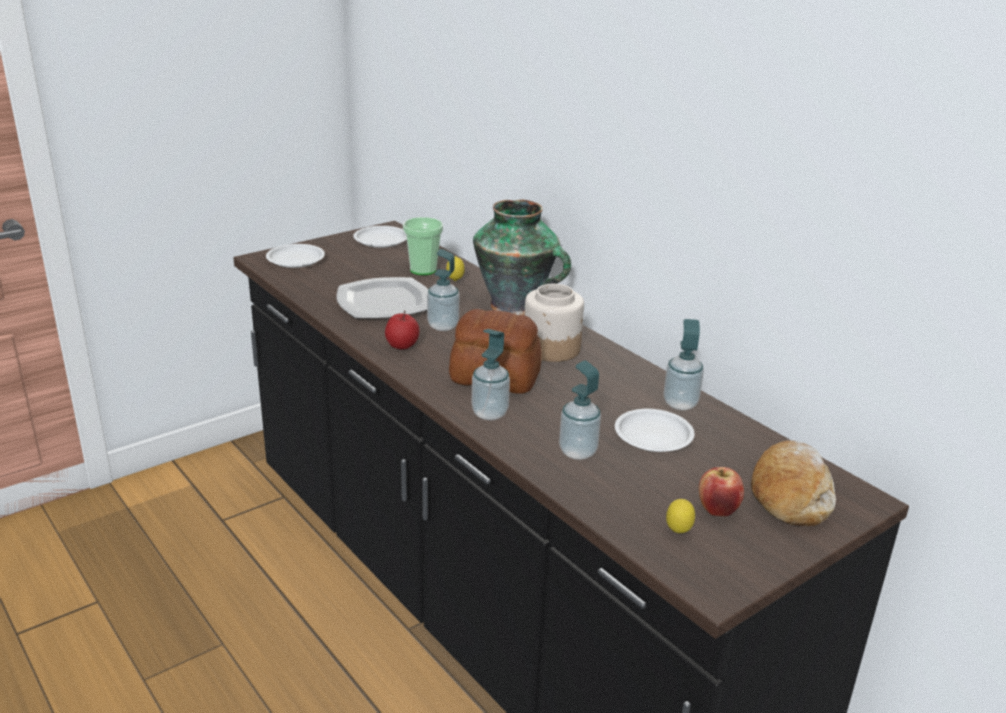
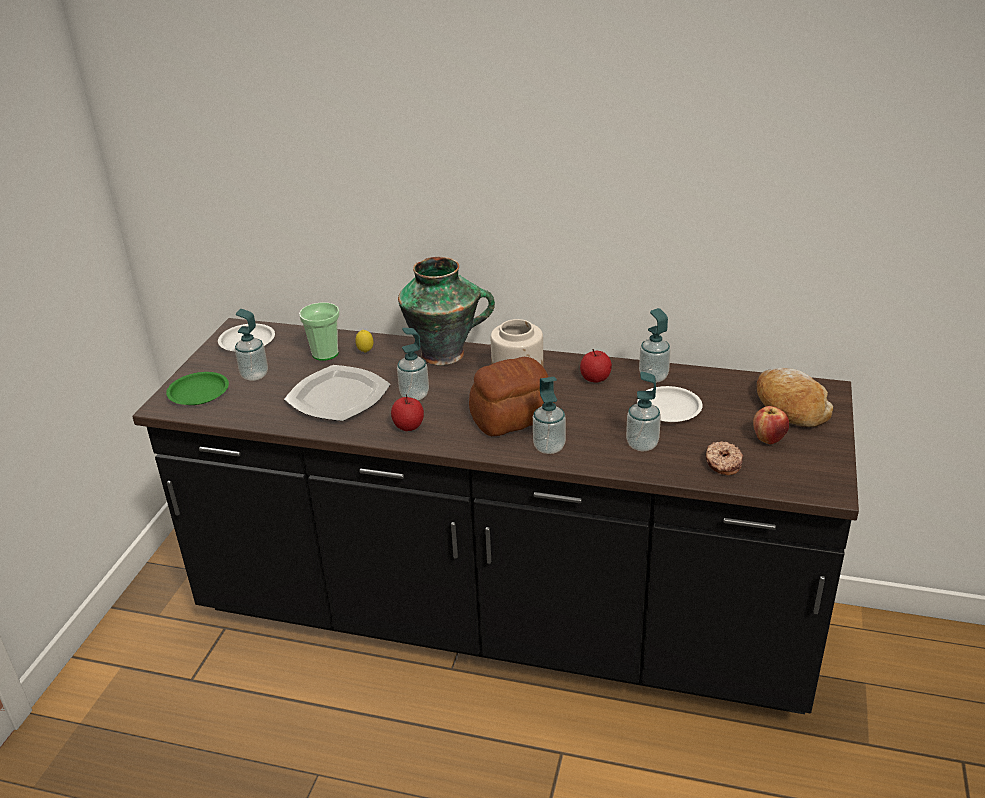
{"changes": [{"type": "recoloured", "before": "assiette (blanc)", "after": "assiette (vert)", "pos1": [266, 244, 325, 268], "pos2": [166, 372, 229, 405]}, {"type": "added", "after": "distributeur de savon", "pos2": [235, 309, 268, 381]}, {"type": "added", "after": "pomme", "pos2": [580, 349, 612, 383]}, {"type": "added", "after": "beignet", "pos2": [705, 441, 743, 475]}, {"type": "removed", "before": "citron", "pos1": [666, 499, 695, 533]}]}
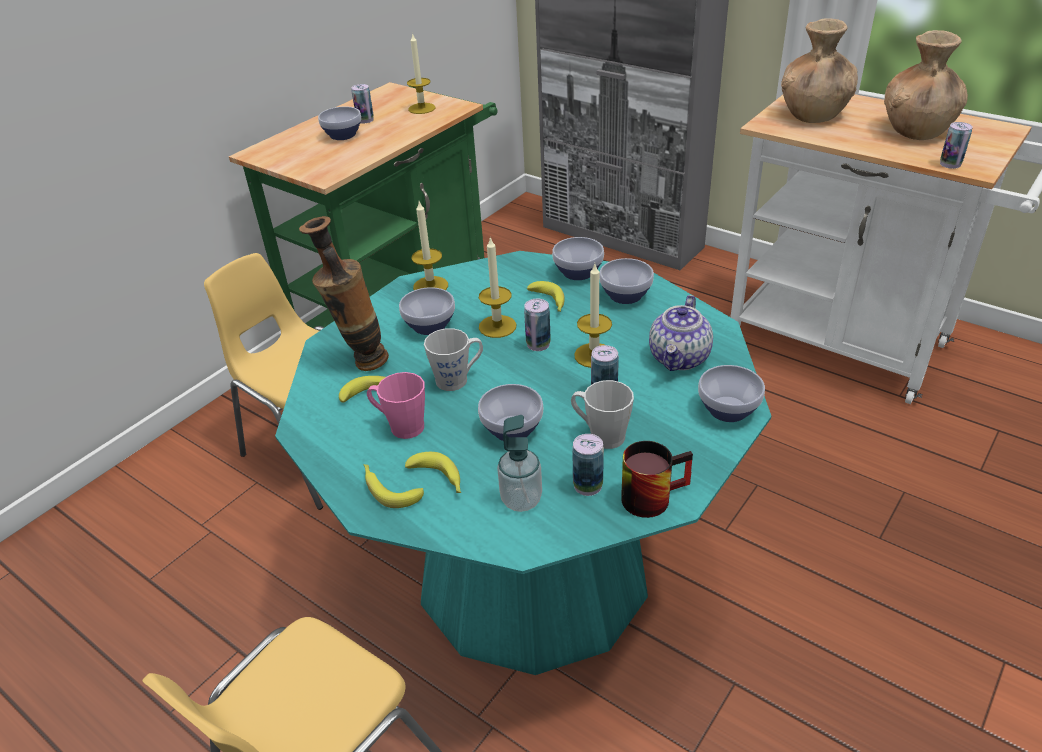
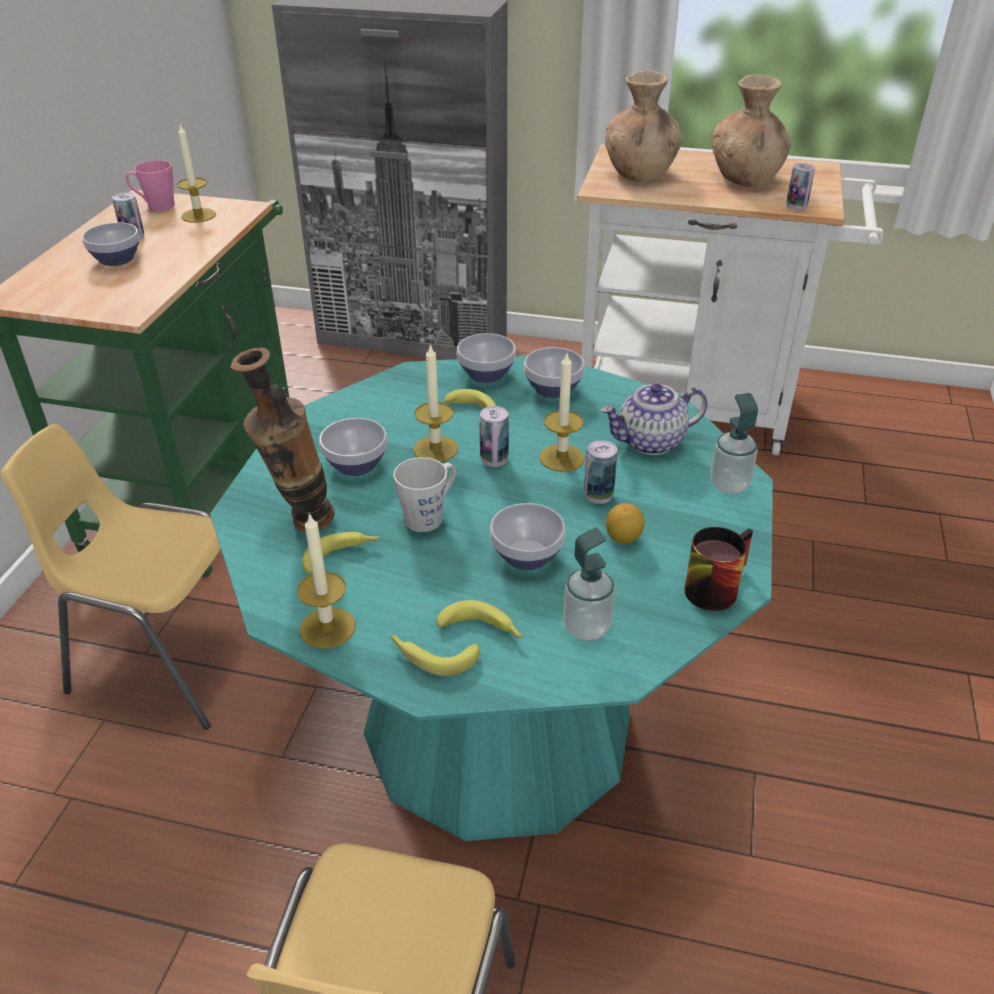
{"changes": [{"type": "moved", "before": "mug (rose)", "pos1": [367, 372, 425, 439], "pos2": [125, 160, 175, 211]}, {"type": "moved", "before": "bougie", "pos1": [412, 201, 448, 290], "pos2": [297, 513, 356, 649]}, {"type": "turned", "before": "théière", "pos1": [649, 295, 713, 371], "pos2": [601, 383, 707, 455], "turn": 75}, {"type": "replaced", "before": "mug (gris)", "after": "citron", "pos1": [571, 380, 634, 449], "pos2": [606, 503, 645, 544]}, {"type": "replaced", "before": "bol", "after": "distributeur de savon", "pos1": [698, 365, 765, 422], "pos2": [710, 393, 758, 493]}, {"type": "removed", "before": "boîte métallique", "pos1": [572, 434, 604, 496]}]}
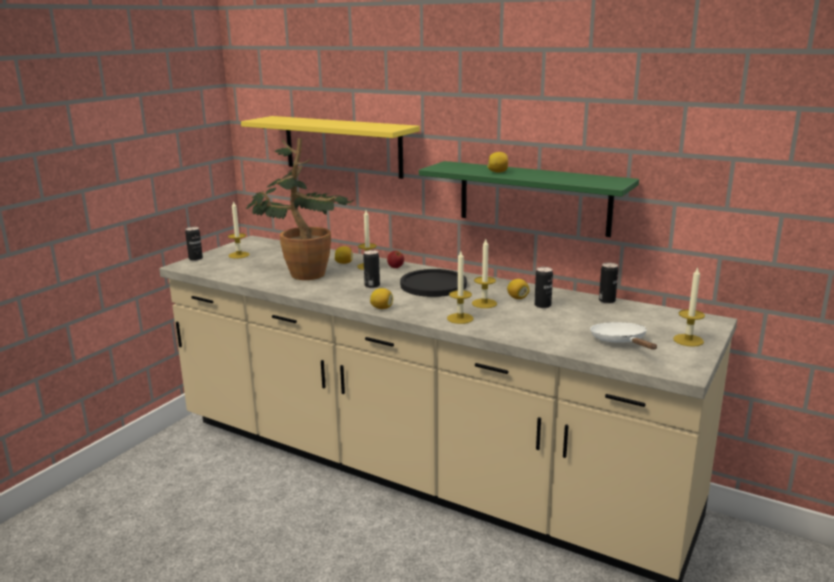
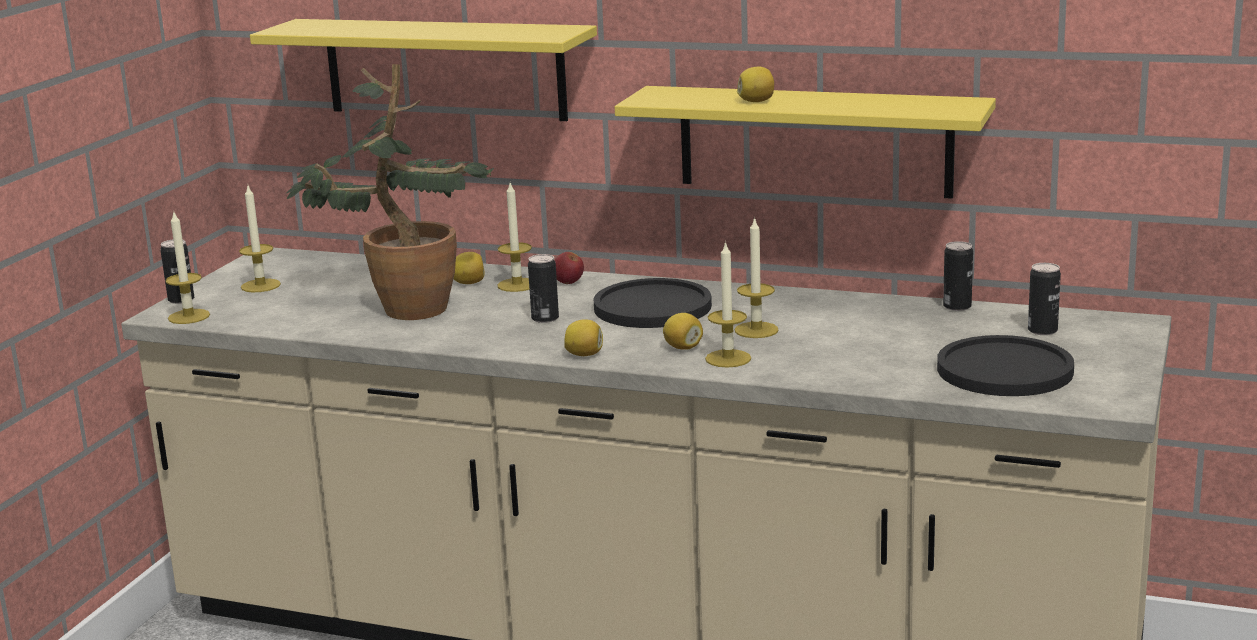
{"changes": [{"type": "moved", "before": "bougie", "pos1": [673, 266, 705, 347], "pos2": [165, 210, 210, 324]}, {"type": "recoloured", "before": "étagère (vert)", "after": "étagère (jaune)", "pos1": [419, 161, 639, 237], "pos2": [615, 86, 996, 199]}, {"type": "moved", "before": "citron", "pos1": [507, 279, 529, 299], "pos2": [663, 313, 703, 350]}, {"type": "replaced", "before": "poêle (blanc)", "after": "assiette (noir)", "pos1": [590, 322, 657, 350], "pos2": [937, 335, 1074, 396]}, {"type": "moved", "before": "boîte métallique", "pos1": [534, 267, 553, 308], "pos2": [1028, 263, 1061, 335]}]}
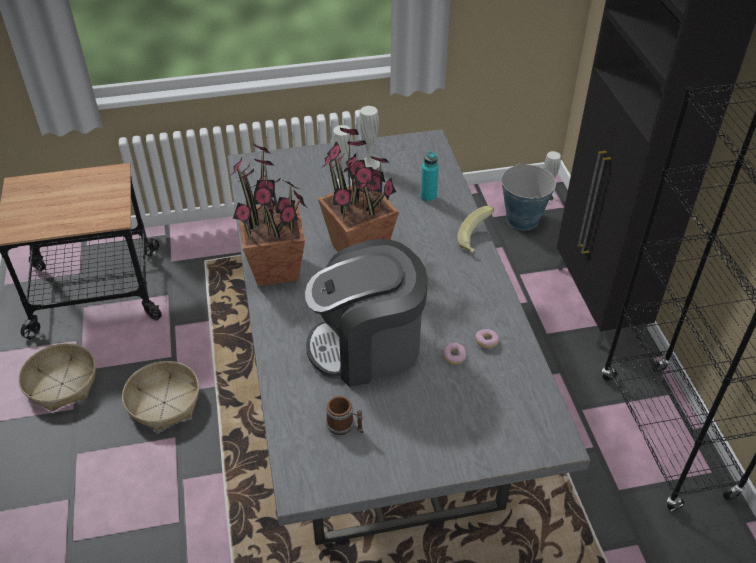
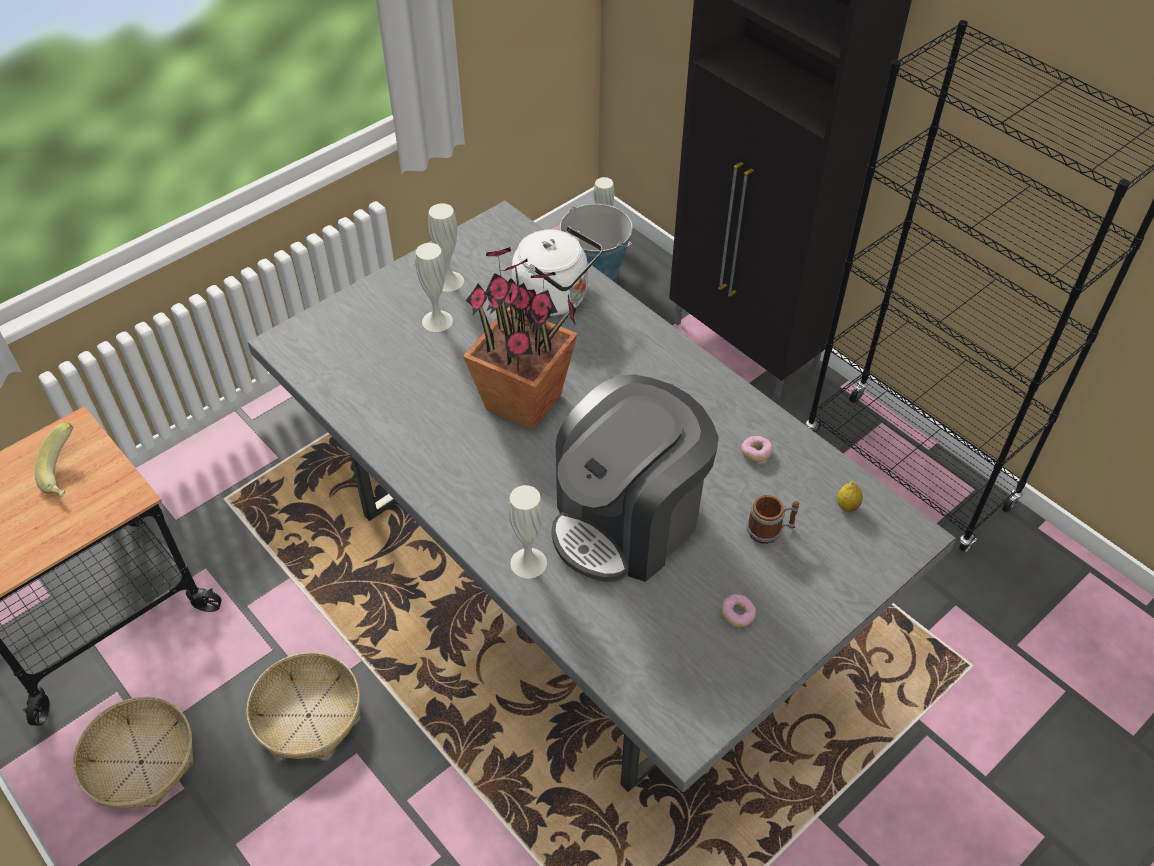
{"changes": [{"type": "moved", "before": "banane", "pos1": [457, 206, 494, 253], "pos2": [35, 423, 73, 497]}, {"type": "added", "after": "vase (blanc)", "pos2": [508, 485, 547, 578]}, {"type": "replaced", "before": "bouteille (turquoise)", "after": "bouilloire (blanc)", "pos1": [421, 151, 439, 202], "pos2": [512, 226, 602, 316]}, {"type": "moved", "before": "beignet", "pos1": [443, 343, 466, 365], "pos2": [721, 594, 756, 627]}, {"type": "moved", "before": "mug", "pos1": [326, 396, 364, 435], "pos2": [747, 495, 799, 544]}, {"type": "added", "after": "citron", "pos2": [837, 481, 863, 512]}, {"type": "removed", "before": "plante en pot", "pos1": [229, 143, 306, 286]}]}
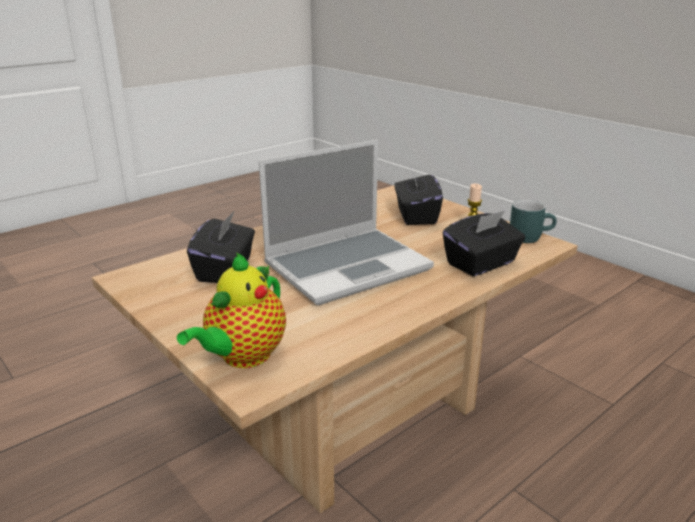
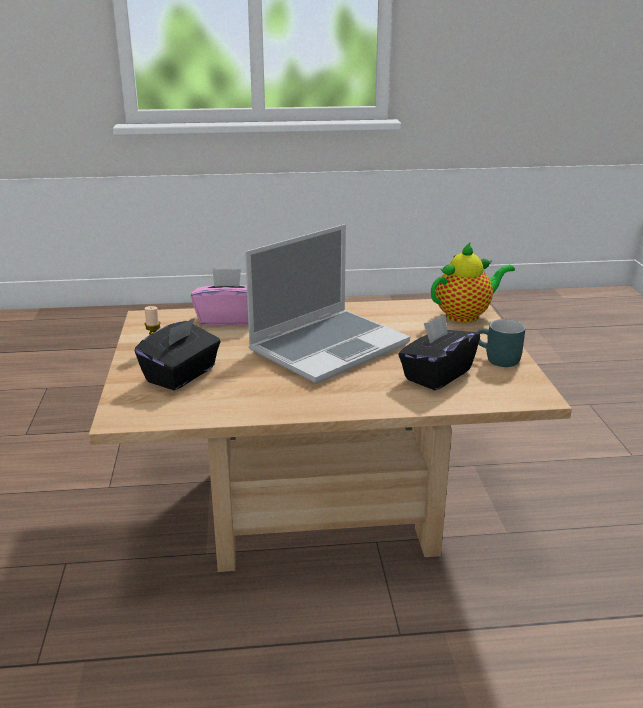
{"changes": [{"type": "recoloured", "before": "boîte à mouchoirs (noir)", "after": "boîte à mouchoirs (rose)", "pos1": [443, 210, 525, 276], "pos2": [191, 268, 248, 325]}, {"type": "turned", "before": "ordinateur portable", "pos1": [259, 140, 434, 306], "pos2": [245, 224, 410, 384], "turn": 135}, {"type": "moved", "before": "mug (turquoise)", "pos1": [510, 200, 557, 243], "pos2": [477, 319, 526, 367]}]}
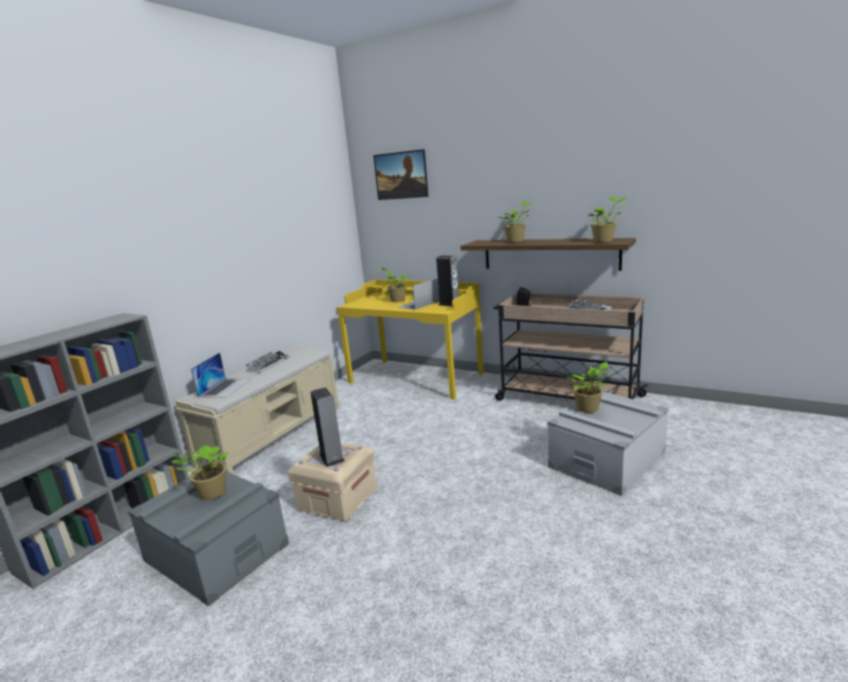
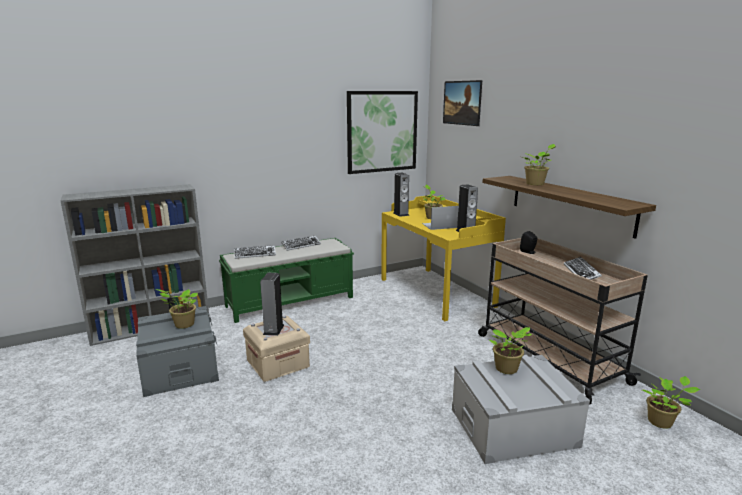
{"changes": [{"type": "recoloured", "before": "banc (beige)", "after": "banc (vert)", "pos1": [175, 347, 339, 474], "pos2": [219, 238, 354, 323]}, {"type": "replaced", "before": "ordinateur portable", "after": "clavier", "pos1": [191, 353, 251, 398], "pos2": [234, 245, 276, 259]}, {"type": "added", "after": "tableau", "pos2": [347, 91, 418, 174]}, {"type": "added", "after": "enceinte", "pos2": [393, 173, 409, 217]}, {"type": "moved", "before": "plante en pot", "pos1": [587, 197, 627, 243], "pos2": [642, 376, 701, 429]}]}
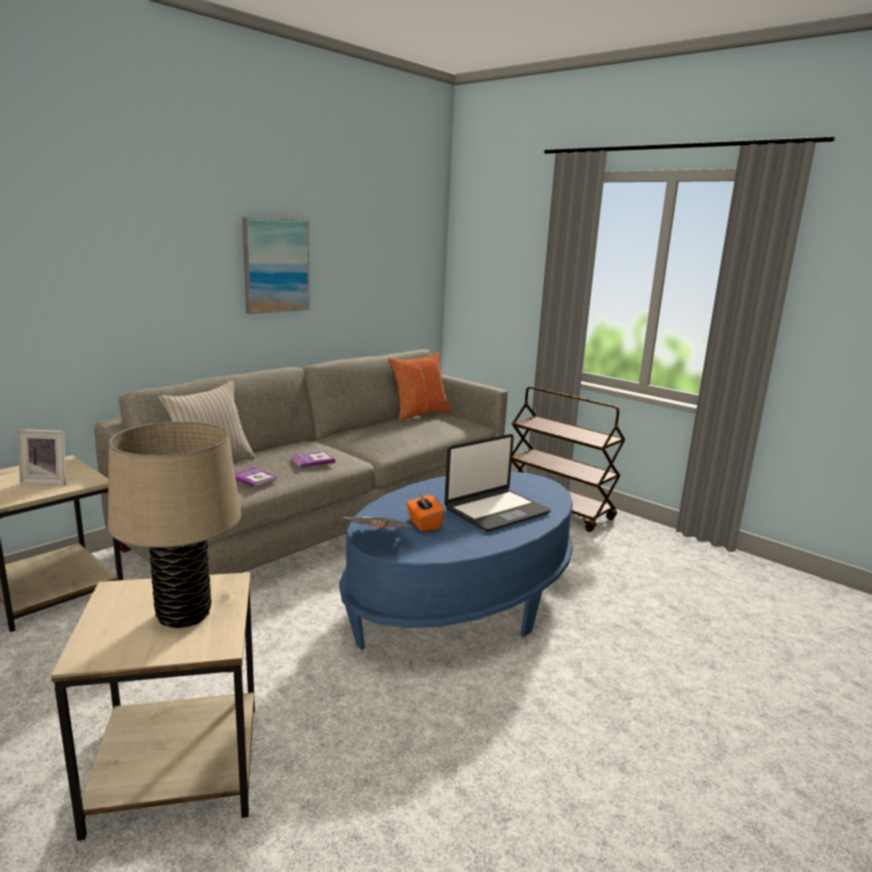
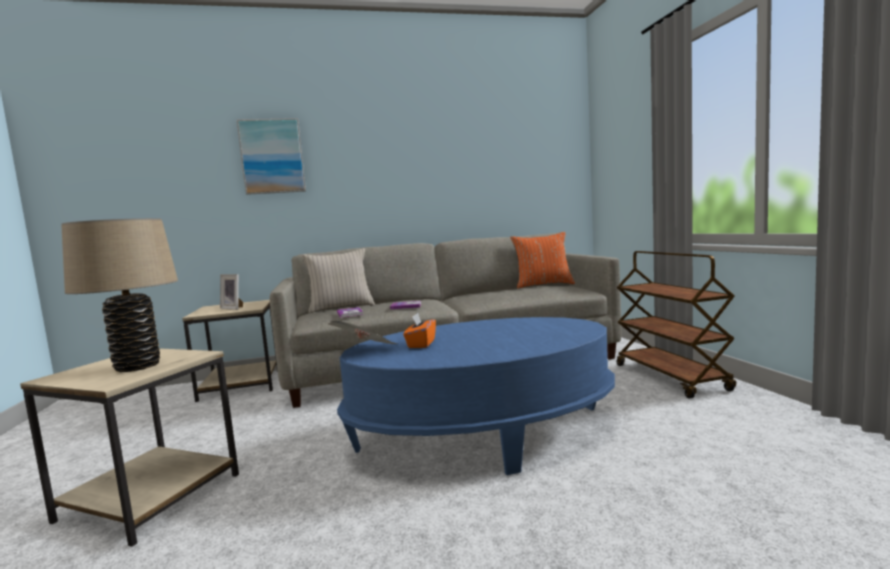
{"changes": [{"type": "moved", "before": "tableau", "pos1": [242, 217, 310, 314], "pos2": [236, 118, 306, 195]}, {"type": "removed", "before": "ordinateur portable", "pos1": [444, 434, 551, 531]}]}
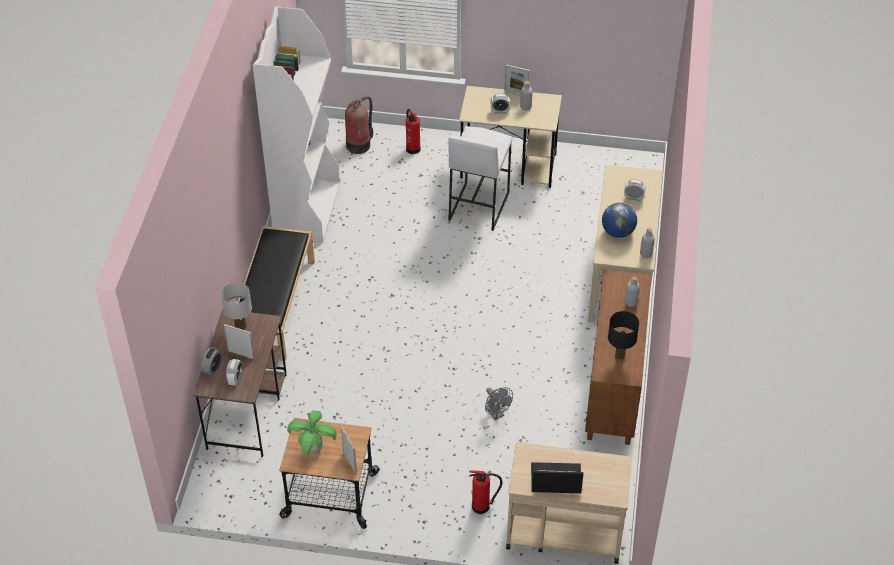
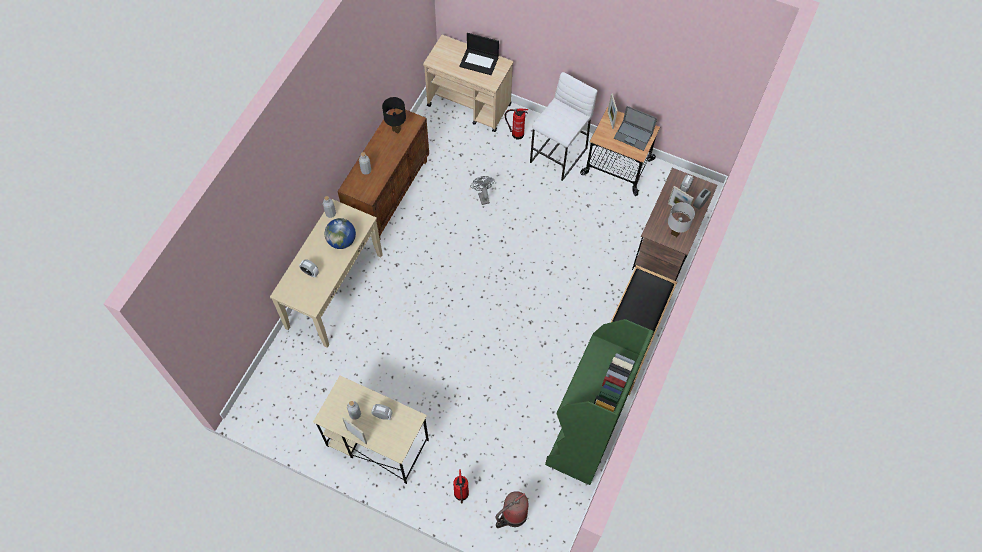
{"changes": [{"type": "moved", "before": "tabouret (blanc)", "pos1": [449, 126, 512, 231], "pos2": [530, 72, 597, 181]}, {"type": "recoloured", "before": "bibliothèque (blanc)", "after": "bibliothèque (vert)", "pos1": [253, 6, 340, 243], "pos2": [545, 319, 654, 485]}, {"type": "replaced", "before": "plante en pot", "after": "ordinateur portable", "pos1": [287, 410, 337, 456], "pos2": [614, 106, 657, 151]}]}
